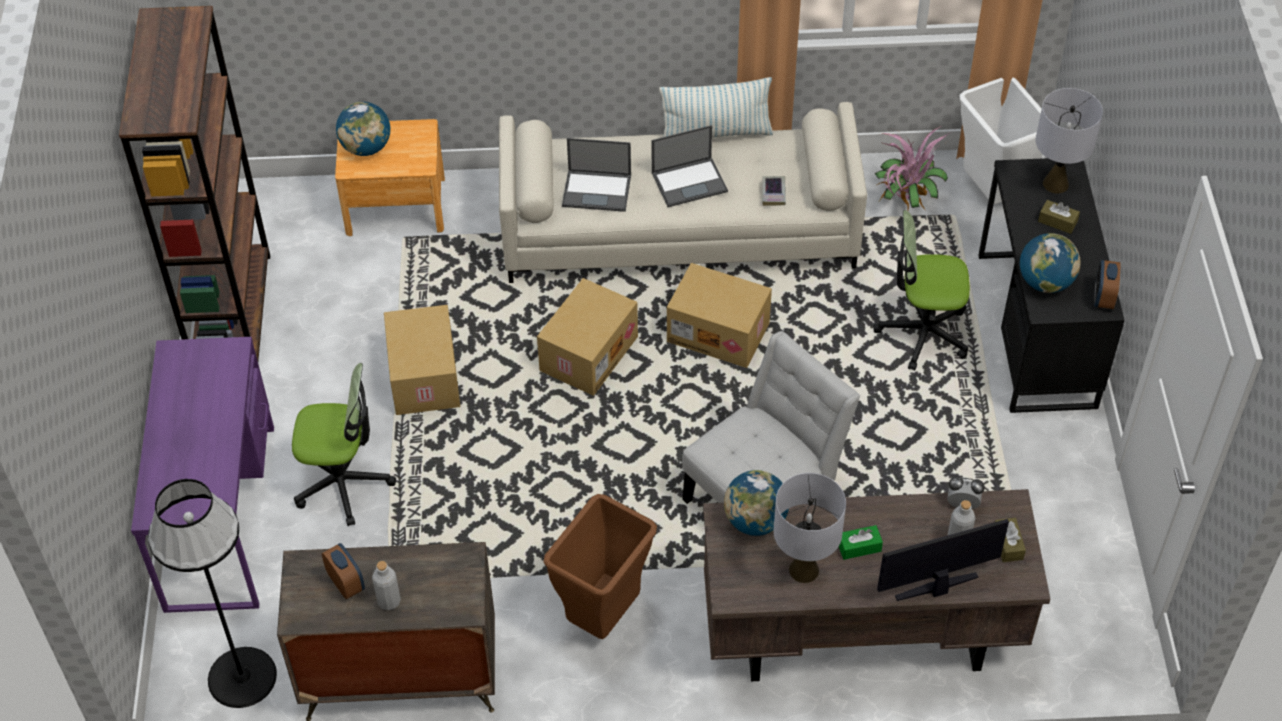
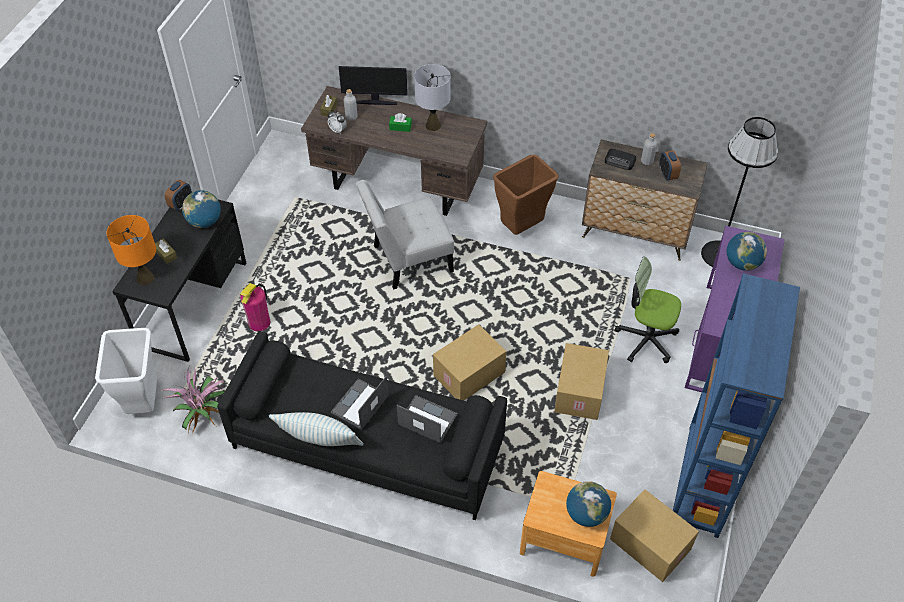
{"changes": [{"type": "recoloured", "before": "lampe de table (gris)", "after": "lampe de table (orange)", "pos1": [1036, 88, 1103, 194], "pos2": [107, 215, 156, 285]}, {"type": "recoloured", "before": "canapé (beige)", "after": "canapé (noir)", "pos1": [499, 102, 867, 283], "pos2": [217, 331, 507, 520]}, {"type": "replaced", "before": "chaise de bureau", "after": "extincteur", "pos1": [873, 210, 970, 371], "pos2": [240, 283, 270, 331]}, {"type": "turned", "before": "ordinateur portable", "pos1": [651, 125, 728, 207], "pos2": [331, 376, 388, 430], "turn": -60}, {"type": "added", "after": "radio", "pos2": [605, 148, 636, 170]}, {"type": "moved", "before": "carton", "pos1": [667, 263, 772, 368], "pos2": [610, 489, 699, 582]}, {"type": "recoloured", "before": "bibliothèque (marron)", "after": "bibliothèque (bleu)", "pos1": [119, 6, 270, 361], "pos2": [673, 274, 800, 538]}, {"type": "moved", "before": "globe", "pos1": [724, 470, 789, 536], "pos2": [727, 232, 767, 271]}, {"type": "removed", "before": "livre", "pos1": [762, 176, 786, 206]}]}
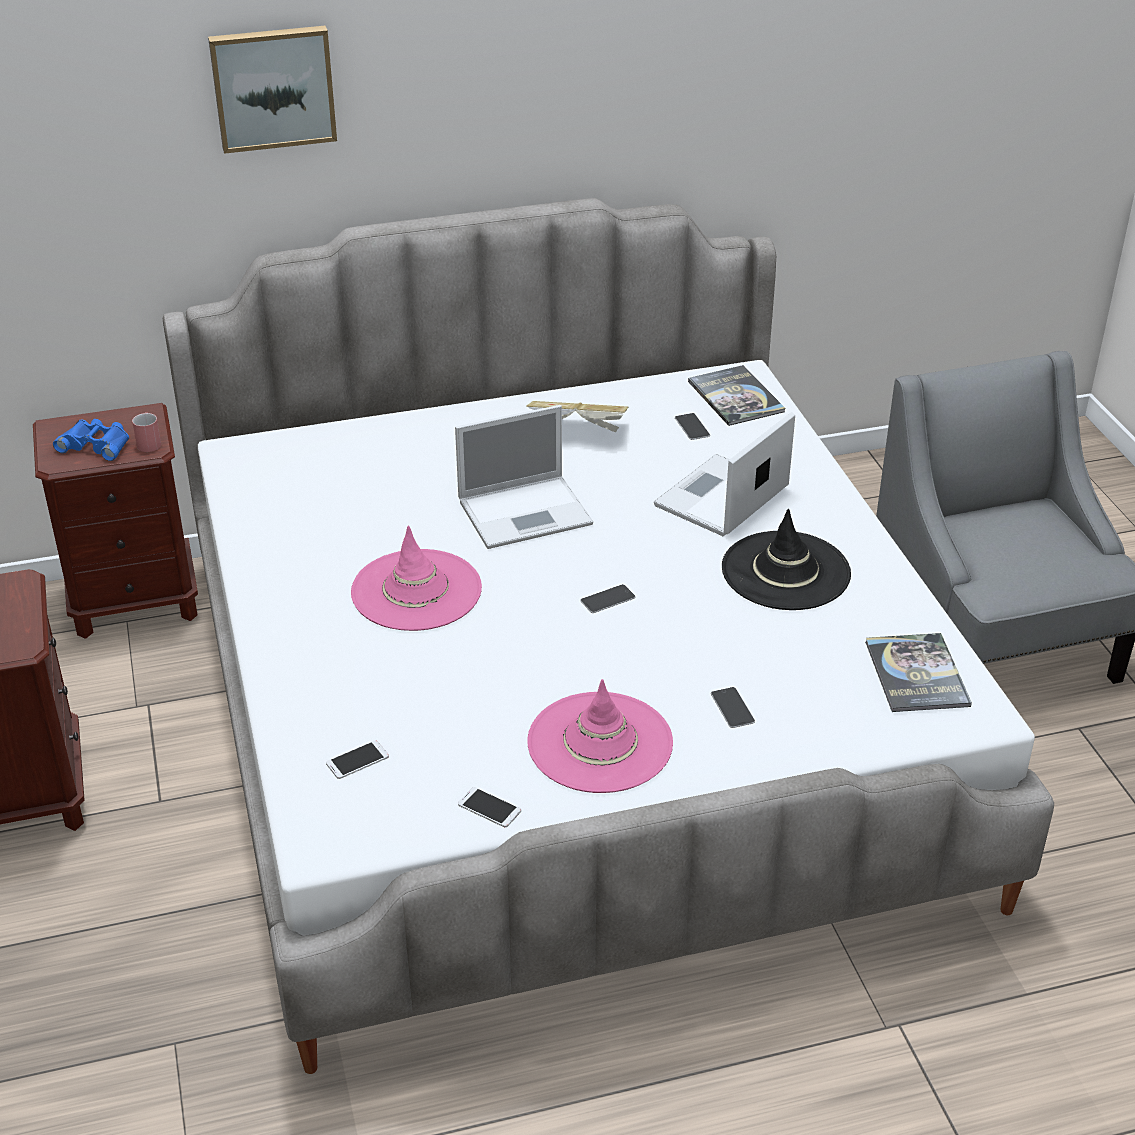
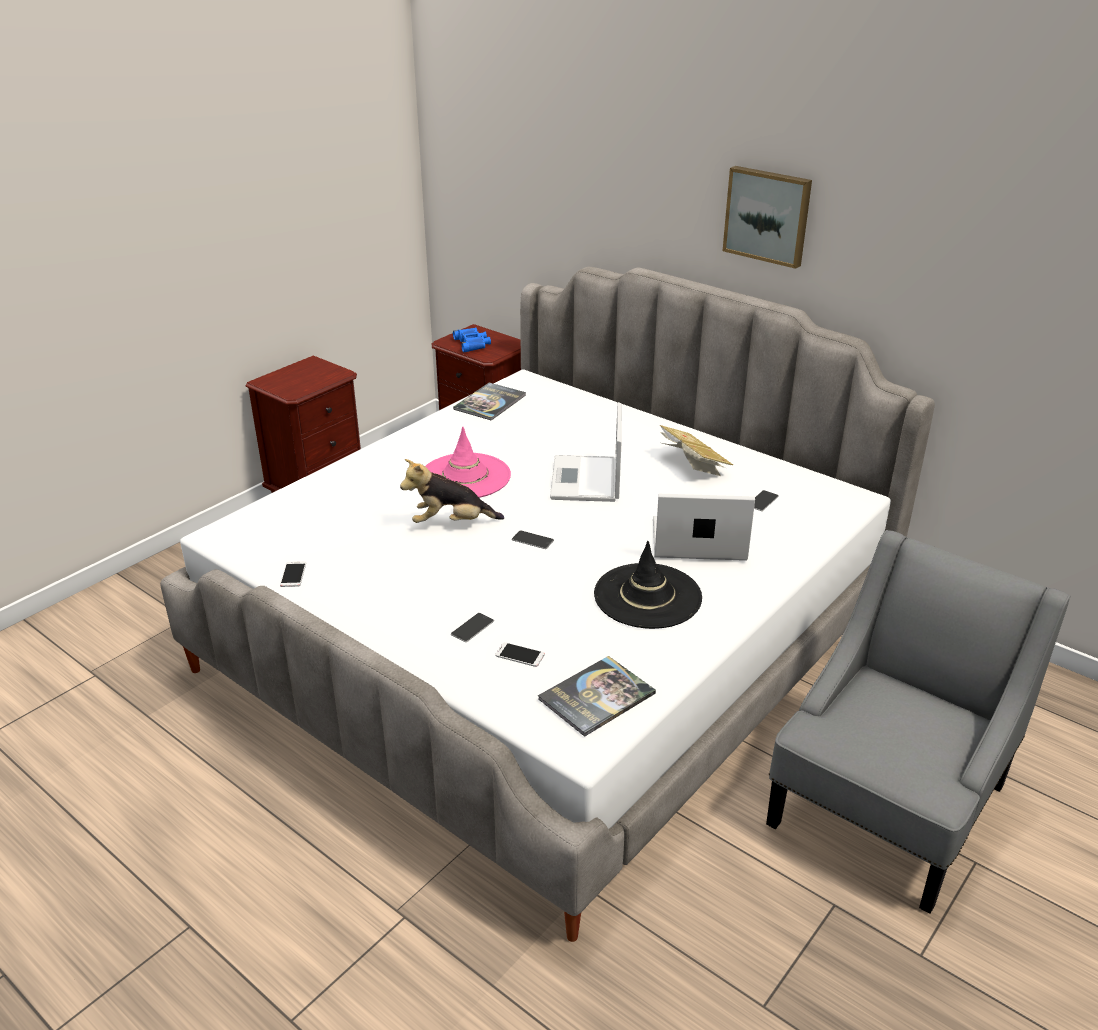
{"changes": [{"type": "added", "after": "peluche", "pos2": [400, 459, 504, 523]}, {"type": "moved", "before": "livre", "pos1": [688, 365, 785, 426], "pos2": [453, 383, 526, 421]}, {"type": "moved", "before": "téléphone", "pos1": [326, 741, 389, 779], "pos2": [495, 642, 545, 667]}, {"type": "turned", "before": "ordinateur portable", "pos1": [455, 405, 593, 549], "pos2": [550, 402, 622, 502], "turn": 60}, {"type": "moved", "before": "tableau", "pos1": [208, 26, 337, 154], "pos2": [723, 166, 812, 269]}, {"type": "removed", "before": "mug (rouge)", "pos1": [132, 412, 161, 452]}, {"type": "removed", "before": "chapeau (rose)", "pos1": [527, 679, 673, 793]}]}
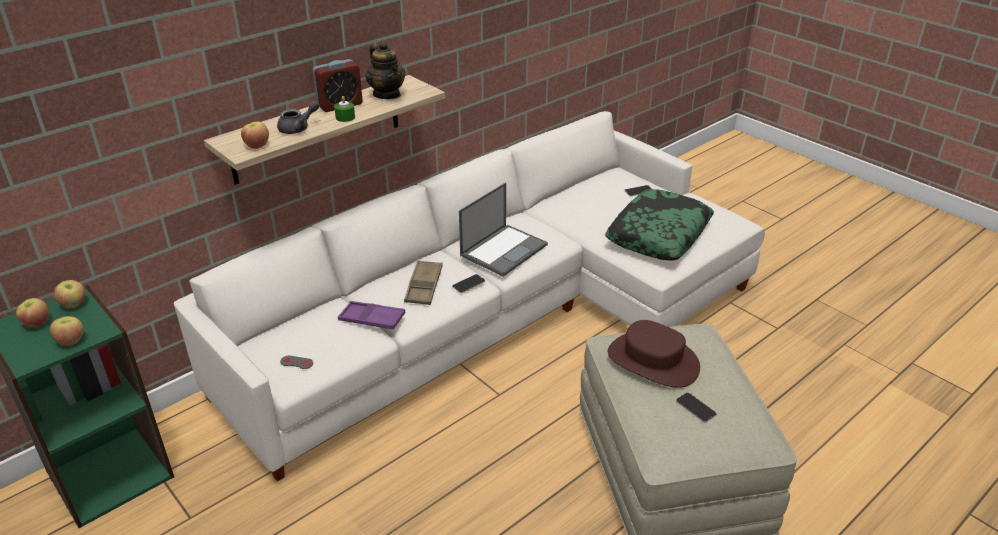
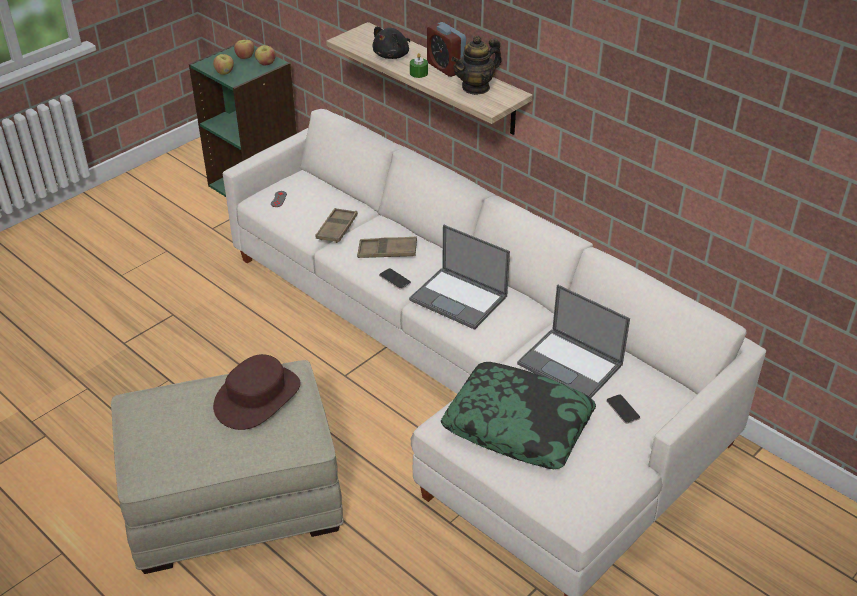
{"changes": [{"type": "recoloured", "before": "plateau (violet)", "after": "plateau (marron)", "pos1": [338, 301, 405, 329], "pos2": [315, 208, 358, 243]}, {"type": "replaced", "before": "théière (gris)", "after": "peluche (noir)", "pos1": [277, 101, 320, 134], "pos2": [372, 26, 410, 59]}, {"type": "added", "after": "ordinateur portable", "pos2": [517, 284, 630, 398]}, {"type": "removed", "before": "pomme", "pos1": [241, 121, 269, 149]}, {"type": "removed", "before": "téléphone", "pos1": [676, 393, 717, 423]}]}
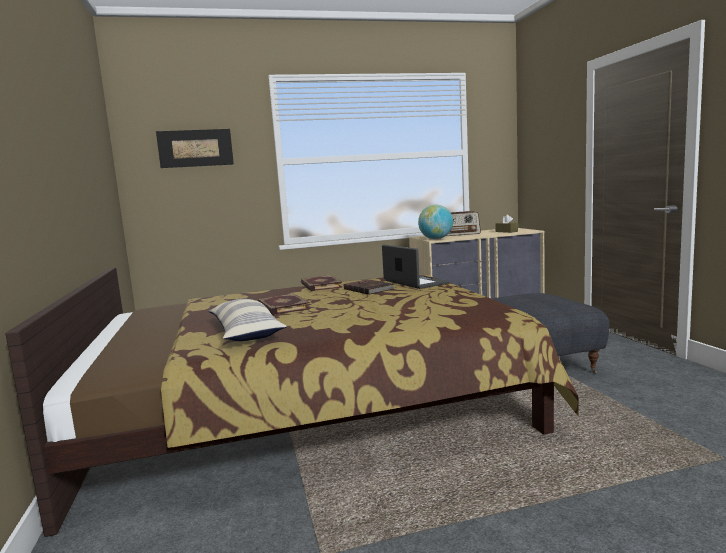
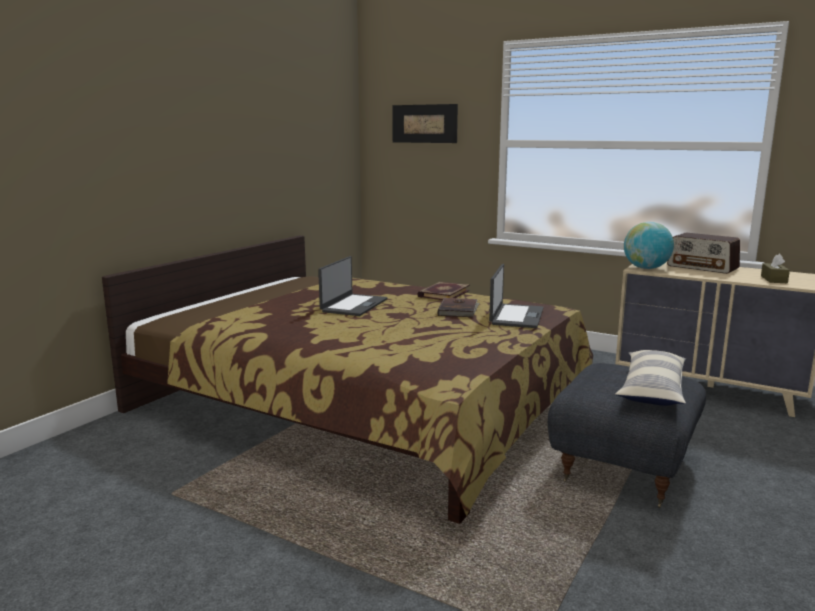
{"changes": [{"type": "replaced", "before": "livre", "after": "ordinateur portable", "pos1": [258, 293, 310, 315], "pos2": [318, 256, 387, 316]}, {"type": "moved", "before": "coussin", "pos1": [209, 299, 287, 341], "pos2": [615, 350, 686, 406]}]}
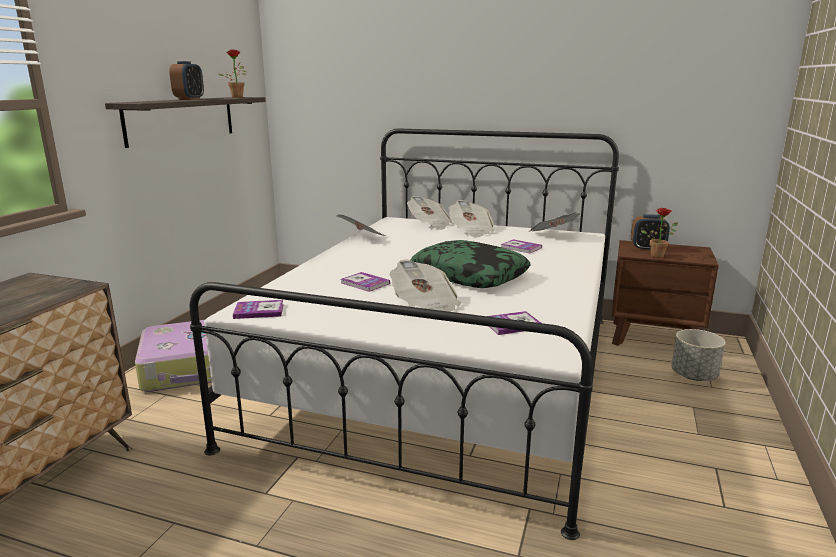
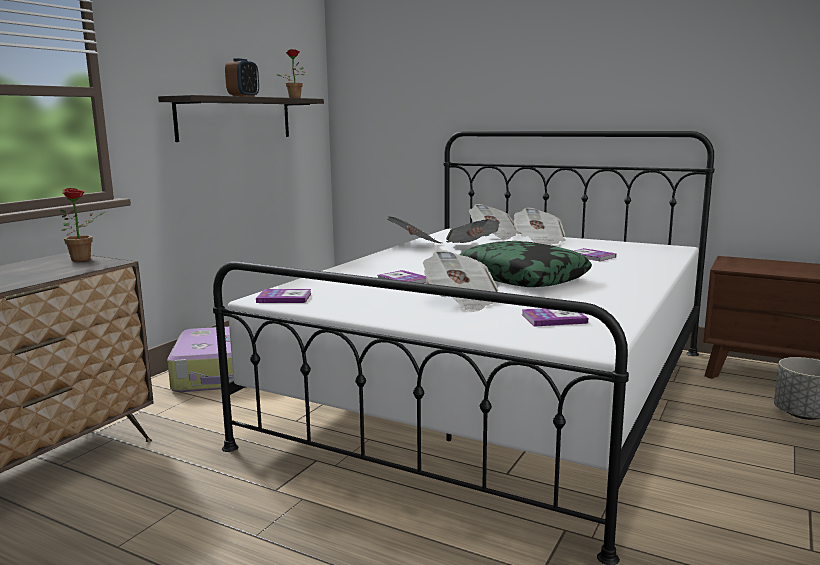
{"changes": [{"type": "moved", "before": "plante en pot", "pos1": [641, 208, 678, 258], "pos2": [60, 188, 106, 261]}, {"type": "moved", "before": "journal", "pos1": [530, 212, 580, 231], "pos2": [446, 219, 500, 243]}, {"type": "removed", "before": "réveil", "pos1": [631, 214, 670, 251]}]}
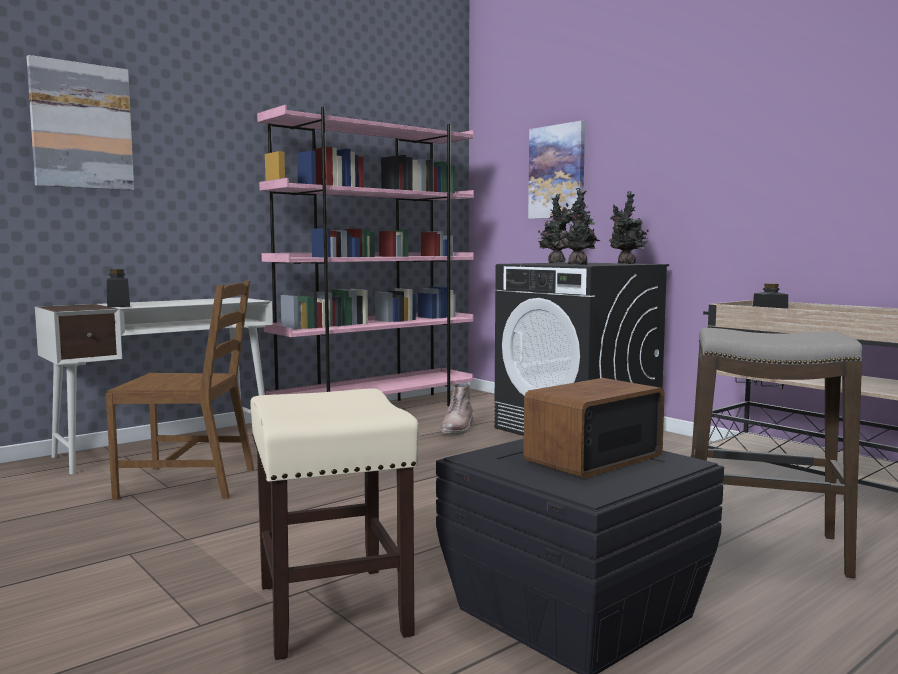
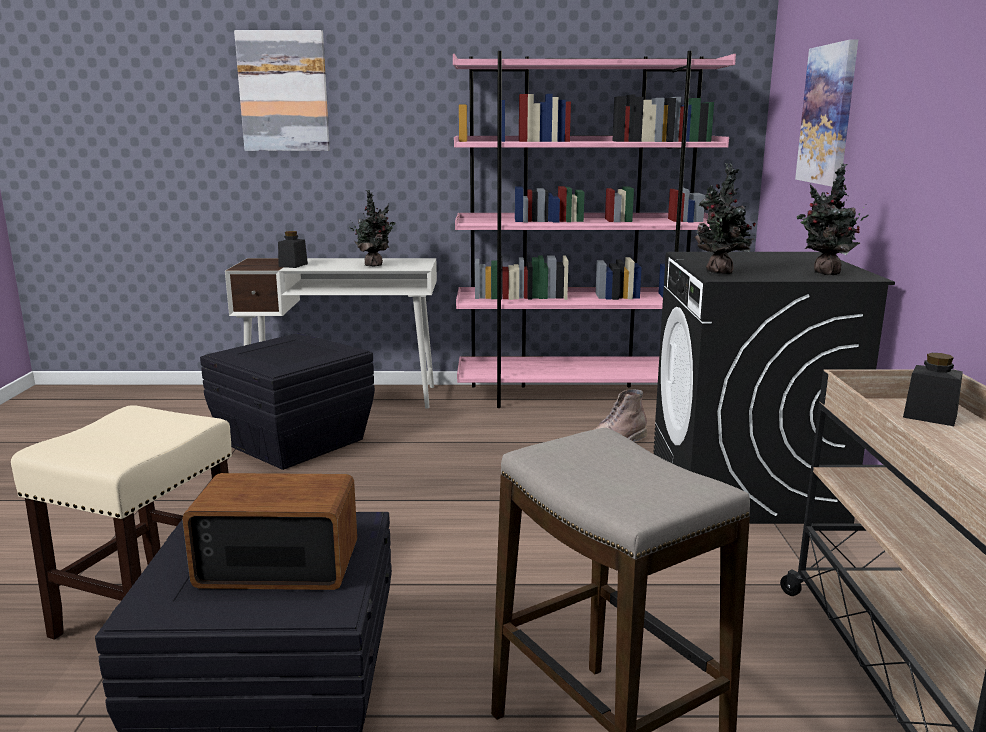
{"changes": [{"type": "replaced", "before": "chaise (marron)", "after": "boîte de rangement (noir)", "pos1": [106, 281, 254, 500], "pos2": [200, 333, 375, 470]}, {"type": "moved", "before": "plante en pot", "pos1": [538, 194, 571, 263], "pos2": [349, 190, 395, 267]}]}
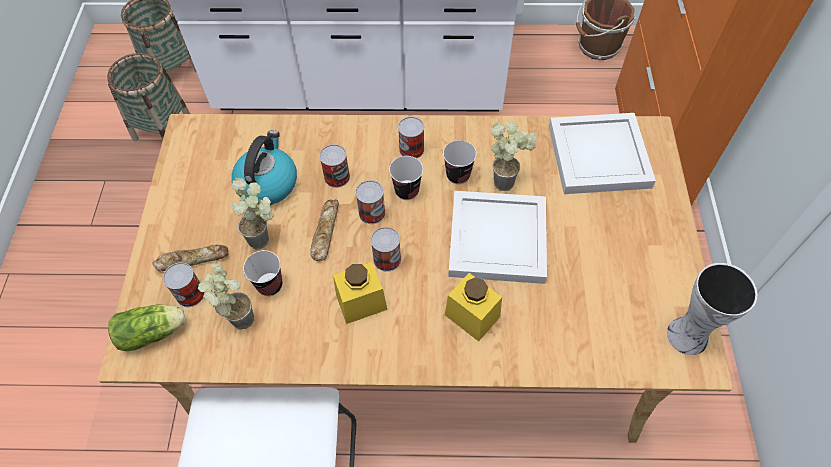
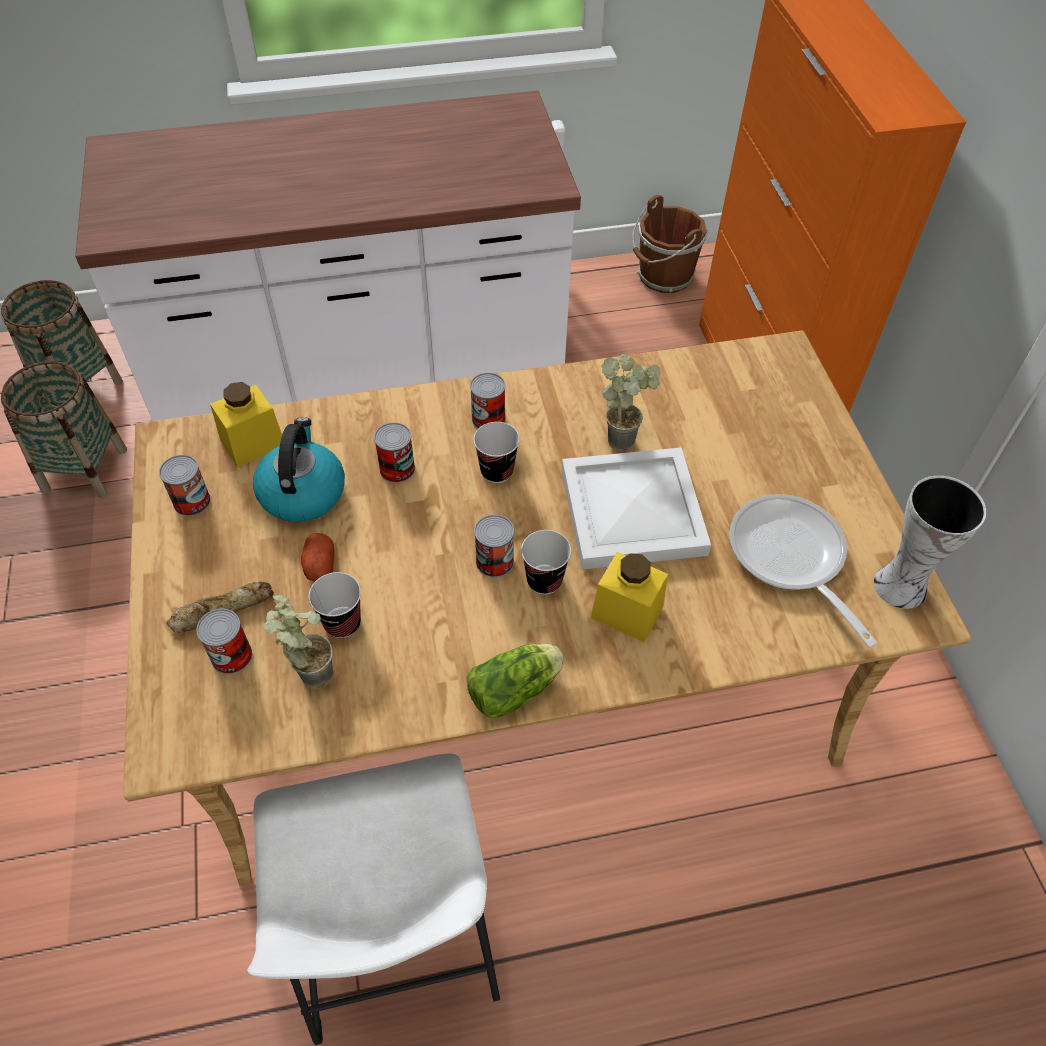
{"changes": [{"type": "moved", "before": "boîte métallique", "pos1": [356, 180, 386, 224], "pos2": [159, 455, 211, 516]}, {"type": "moved", "before": "bocal (jaune)", "pos1": [333, 262, 387, 324], "pos2": [210, 382, 282, 468]}, {"type": "replaced", "before": "plante en pot", "after": "pomme de terre", "pos1": [232, 178, 273, 249], "pos2": [301, 533, 335, 582]}, {"type": "moved", "before": "laitue", "pos1": [108, 304, 186, 351], "pos2": [466, 644, 564, 718]}, {"type": "moved", "before": "tasse", "pos1": [443, 140, 477, 184], "pos2": [521, 530, 571, 595]}, {"type": "added", "after": "poêle", "pos2": [730, 494, 878, 648]}, {"type": "removed", "before": "pain", "pos1": [310, 199, 339, 262]}, {"type": "removed", "before": "plateau (blanc)", "pos1": [549, 113, 656, 194]}]}
